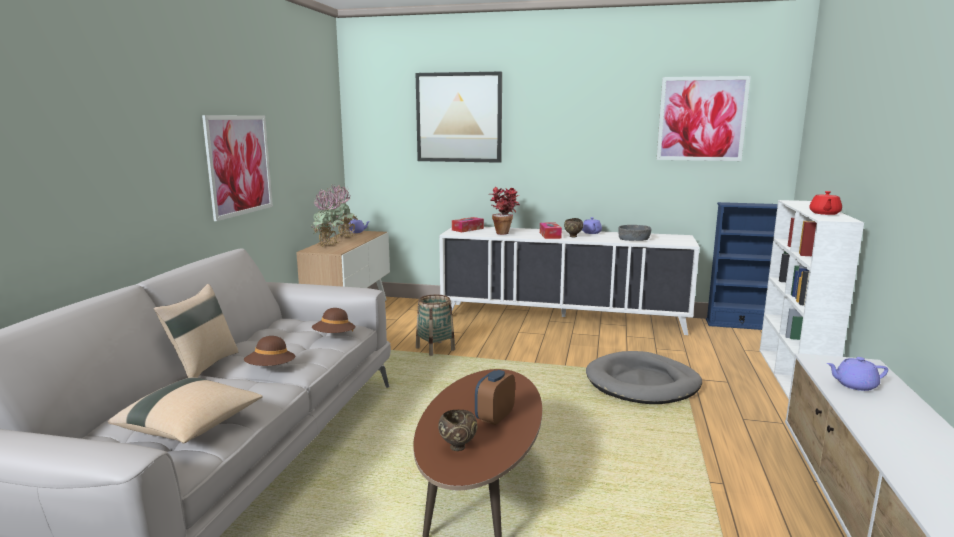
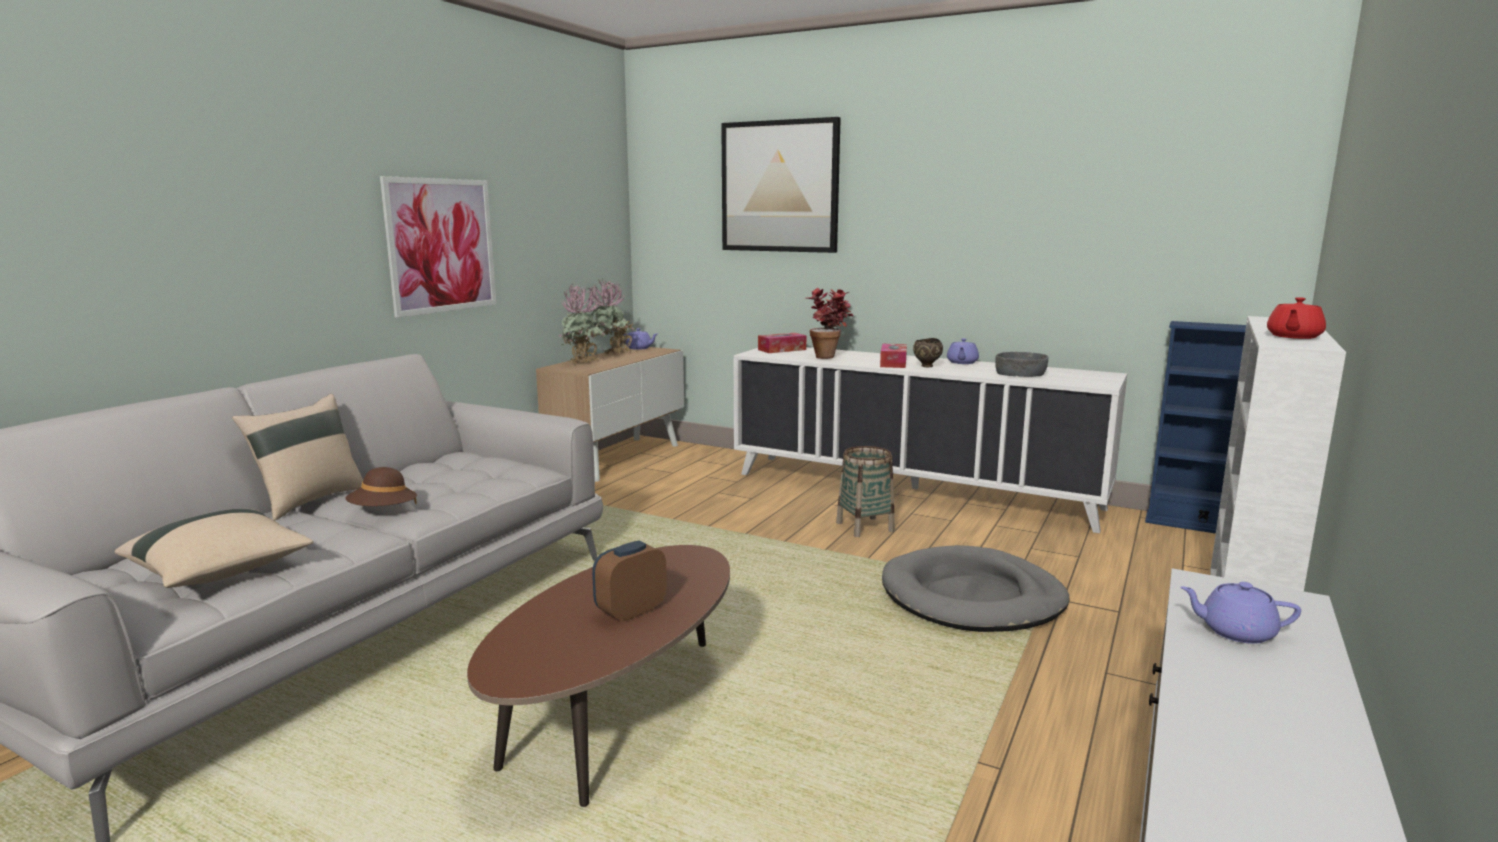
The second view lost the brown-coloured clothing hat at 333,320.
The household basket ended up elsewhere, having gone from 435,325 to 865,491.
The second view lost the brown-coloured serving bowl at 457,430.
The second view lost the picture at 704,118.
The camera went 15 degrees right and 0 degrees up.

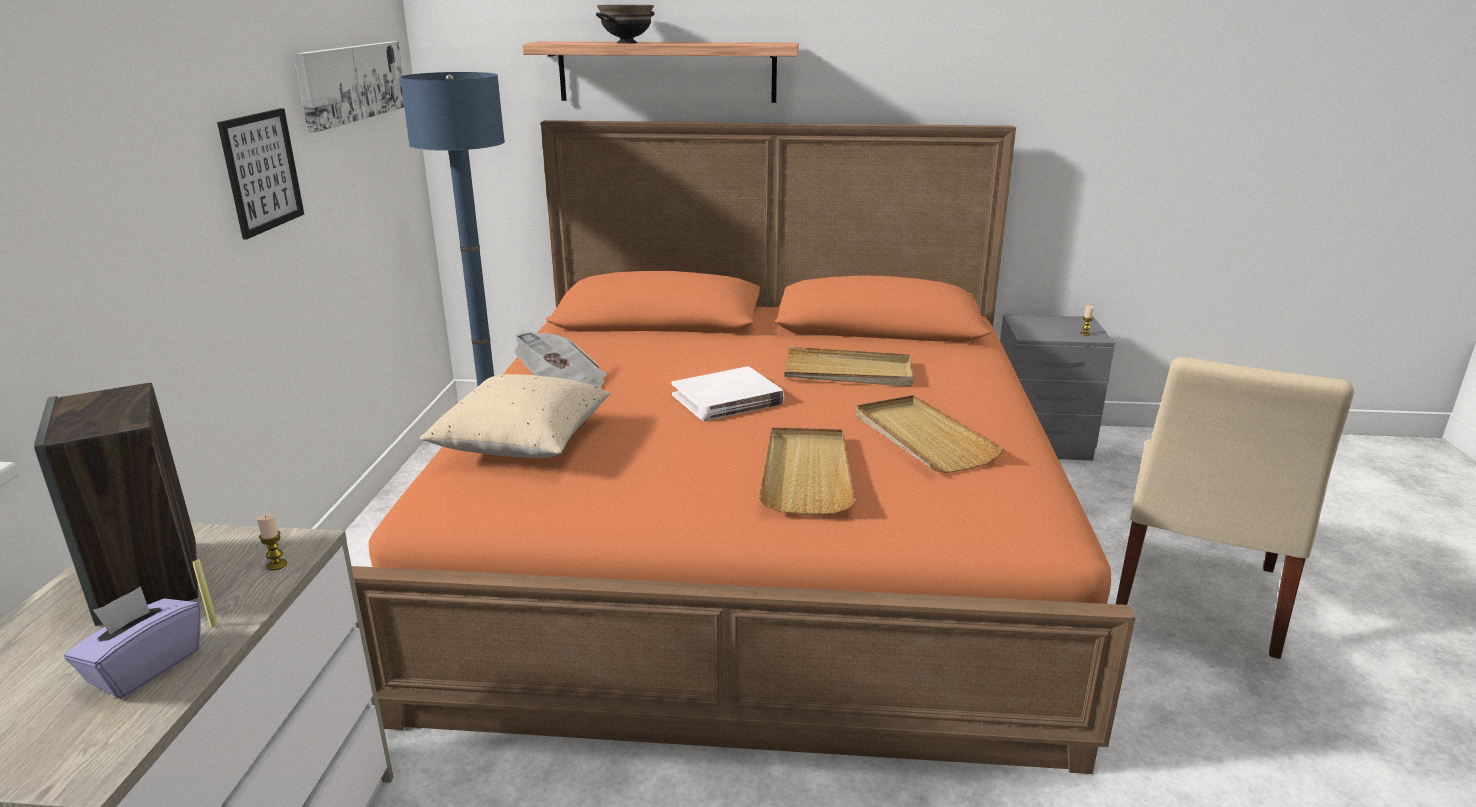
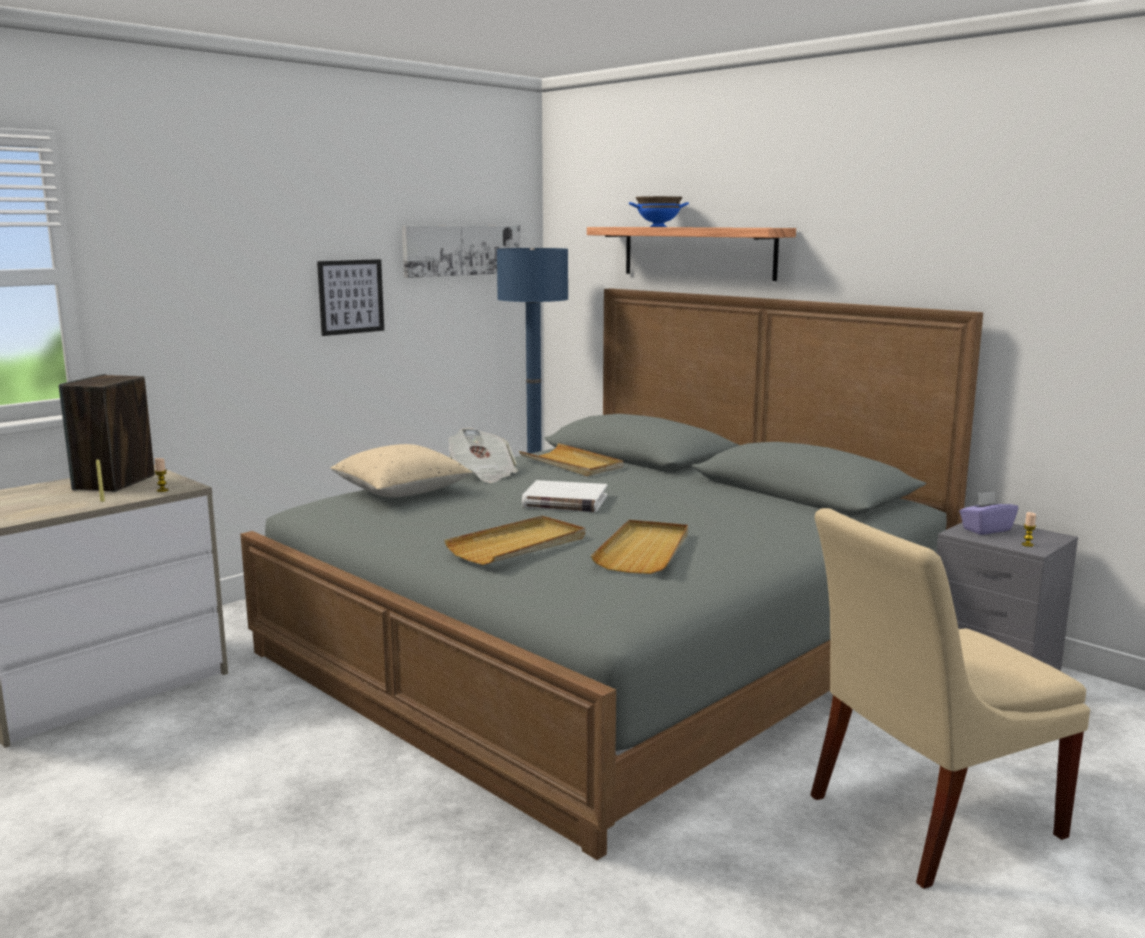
The purple box of tissues ended up elsewhere, having gone from 132,642 to 988,513.
What was the orange-coloured sleeping bed at 743,447 turned into the gray sleeping bed at 611,574.
What was the blackish serving bowl at 625,24 turned into the blue serving bowl at 659,211.
The beige serving tray ended up elsewhere, having gone from 849,367 to 571,459.
The camera went 40 degrees right and 10 degrees down.

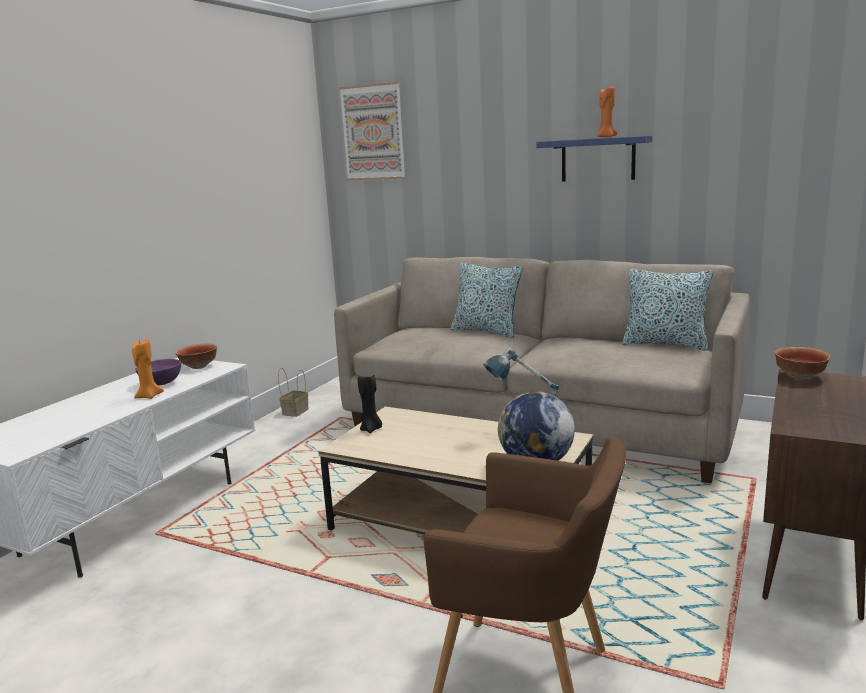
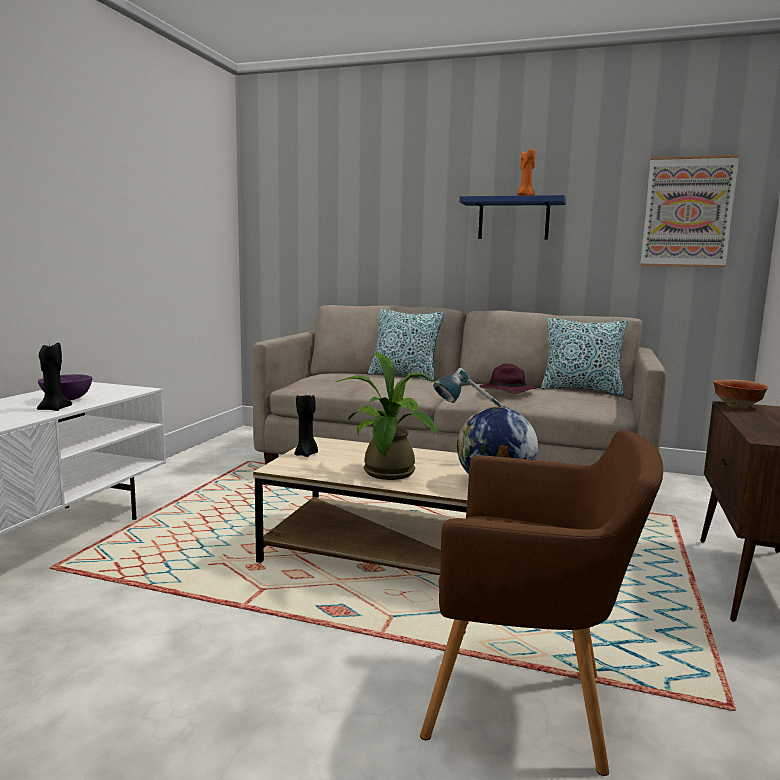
What was the orange-coloured wax light at 148,369 turned into the blackish wax light at 54,377.
The second view lost the serving bowl at 196,356.
The second view lost the household basket at 293,392.
The picture ended up elsewhere, having gone from 372,130 to 689,211.
The second view gained the potted plant at 388,416.
The second view gained the purple clothing hat at 508,378.
The camera went 10 degrees left and 5 degrees down.

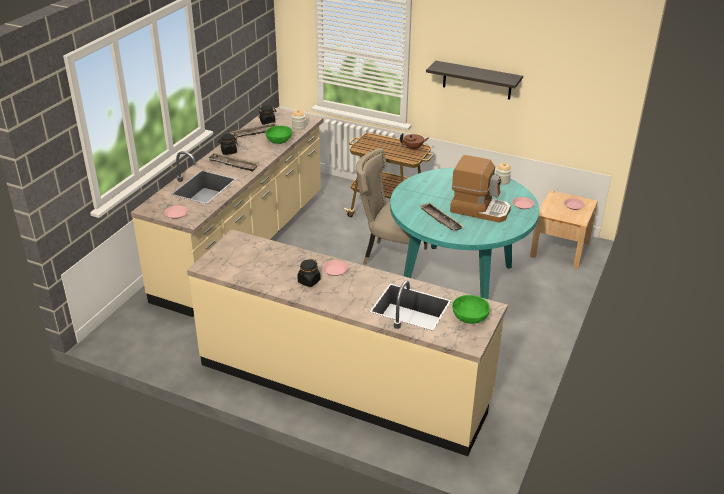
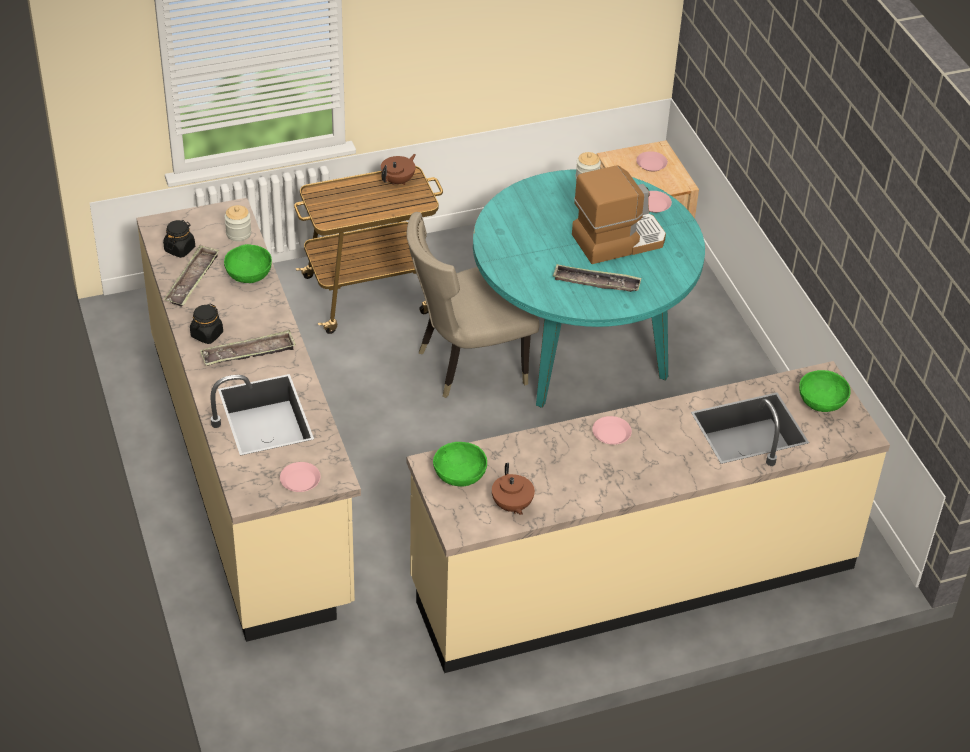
The second view lost the blackish jar at 308,273.
The second view lost the shelf at 474,80.
The second view gained the greenish serving bowl at 460,464.
The second view gained the brown-coloured pot for tea at 513,489.
The camera went 45 degrees left and 10 degrees up.

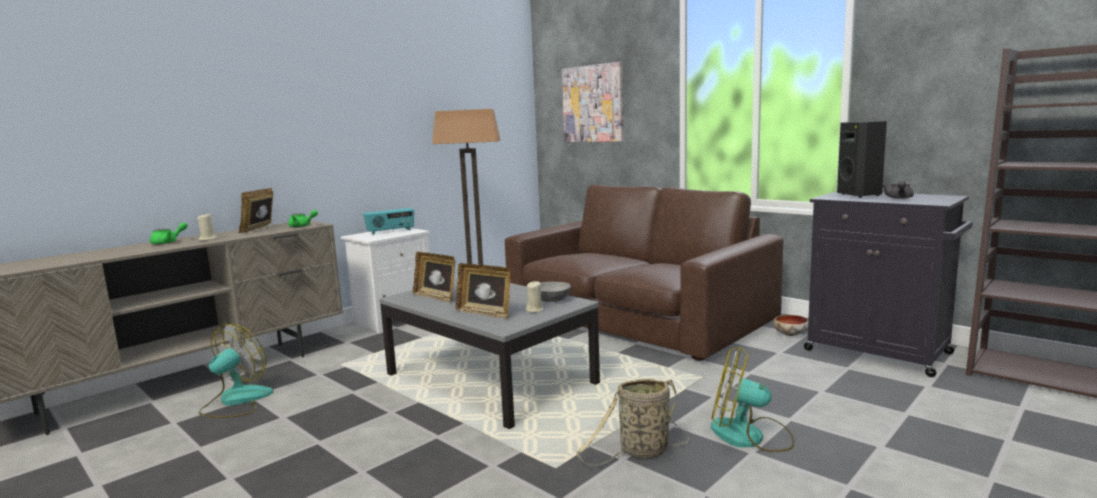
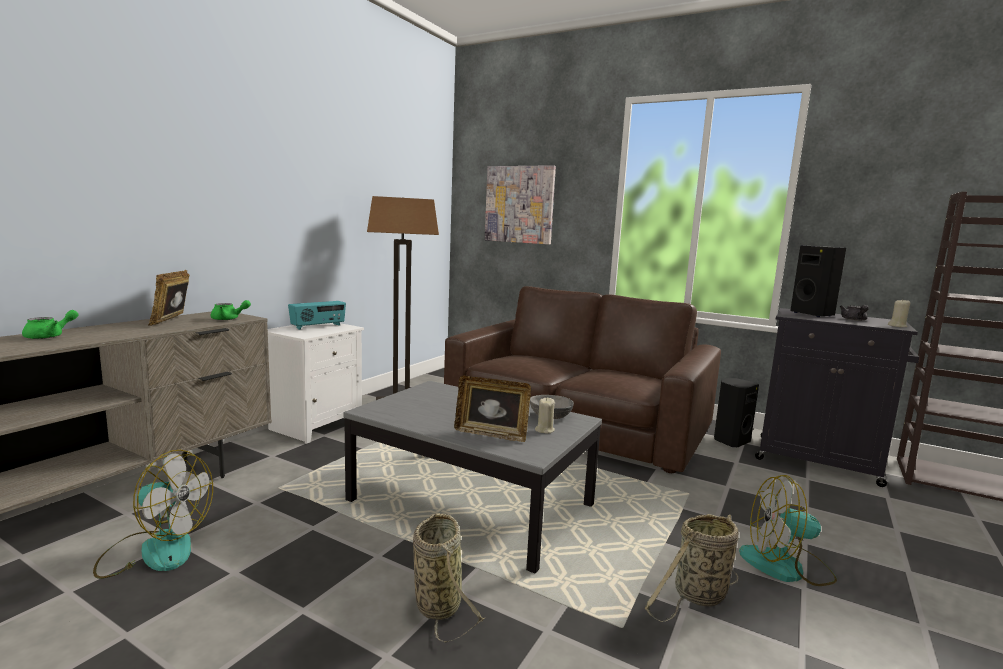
The beige wax light ended up elsewhere, having gone from 207,226 to 899,313.
The cooling fan at 236,371 ended up facing another way, 90 degrees clockwise from before.
The second view lost the photo frame at 434,277.
Where the serving bowl stood at 790,325, the blackish speaker came to stand at 736,412.
The second view gained the household basket at 448,578.
The camera went 15 degrees left and 0 degrees up.

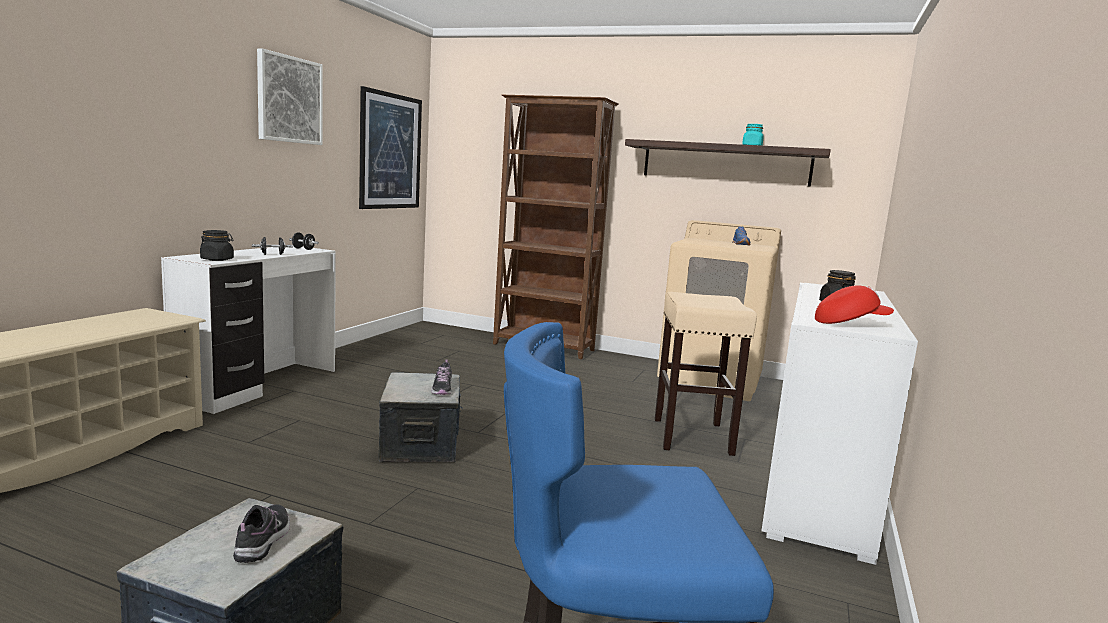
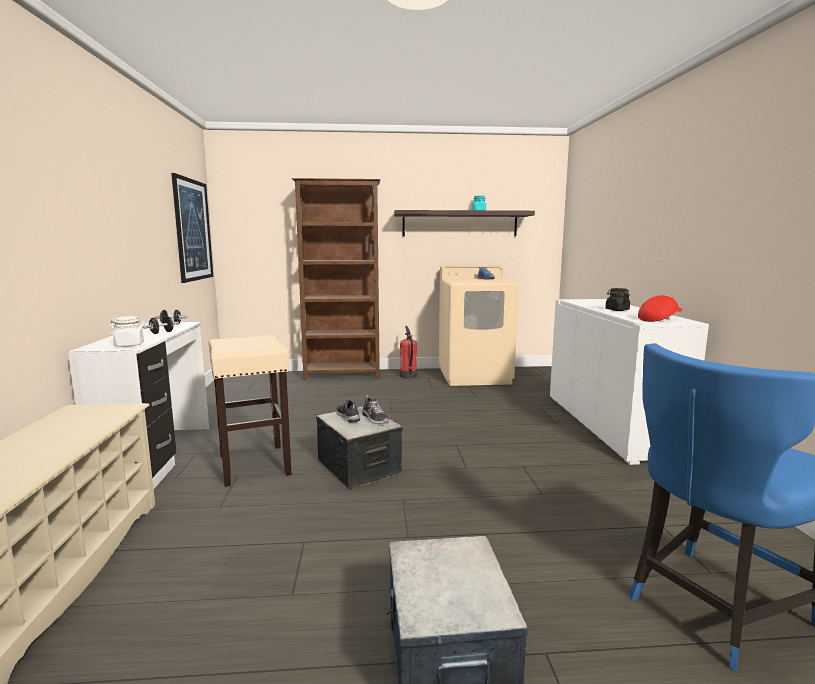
What was the blackish jar at 217,245 turned into the white-coloured jar at 127,331.
The low shoe ended up elsewhere, having gone from 261,533 to 348,411.
The second view lost the picture at 290,96.
The beige sitting stool ended up elsewhere, having gone from 706,374 to 250,411.
The second view gained the extinguisher at 408,352.
The camera went 25 degrees left and 0 degrees up.

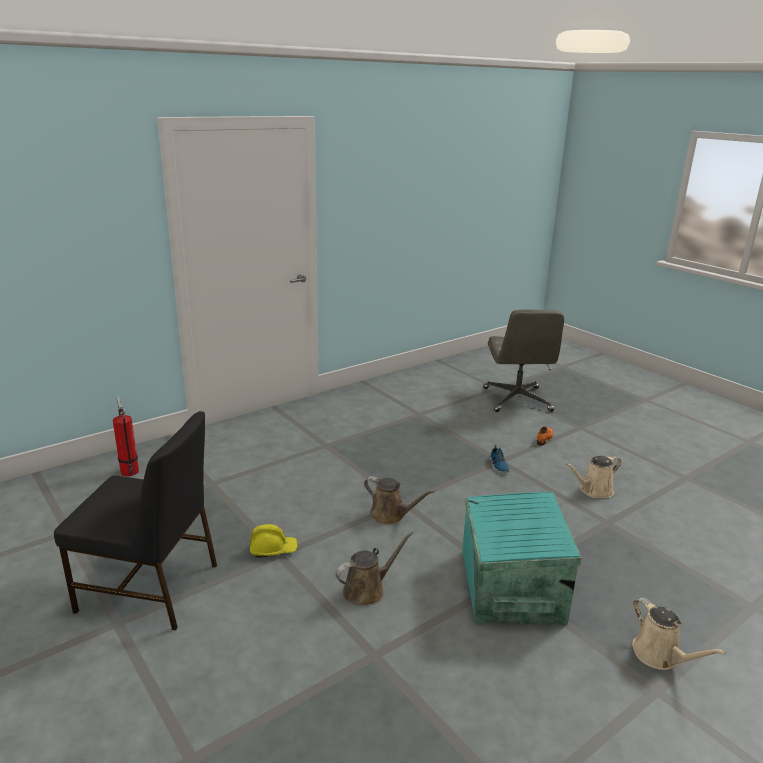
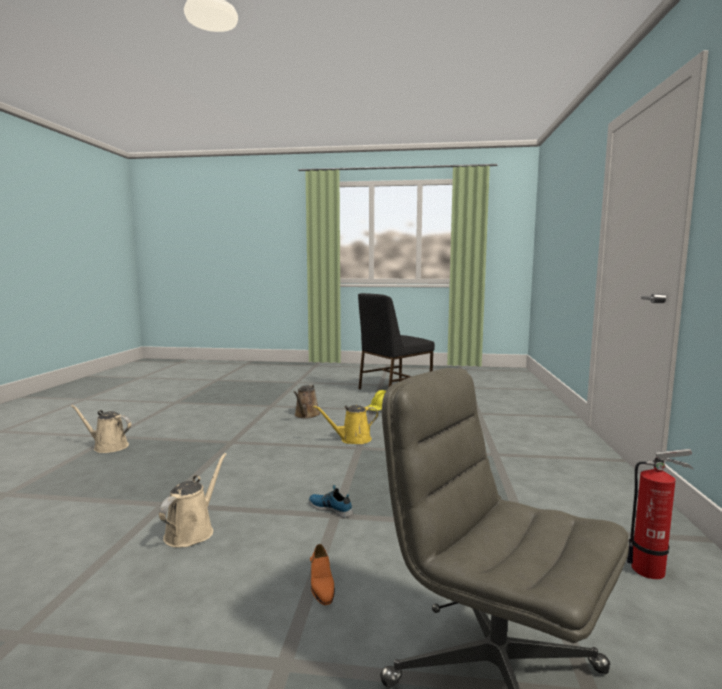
The extinguisher ended up elsewhere, having gone from 126,436 to 660,514.
What was the brown-coloured watering can at 399,500 turned into the yellowish watering can at 346,424.
The second view lost the blue-green storage bin at 522,558.
The camera went 135 degrees right and 15 degrees down.

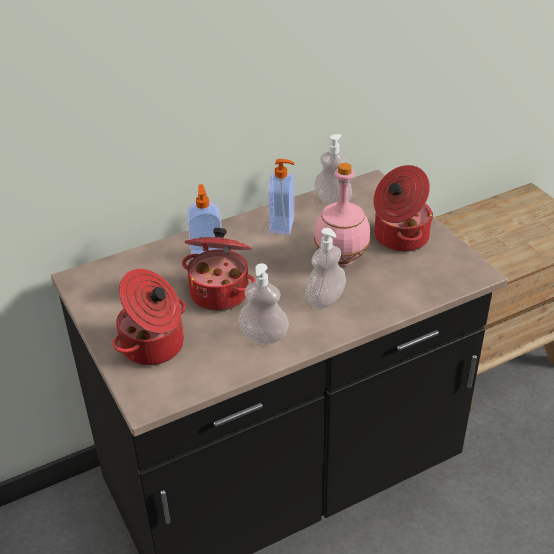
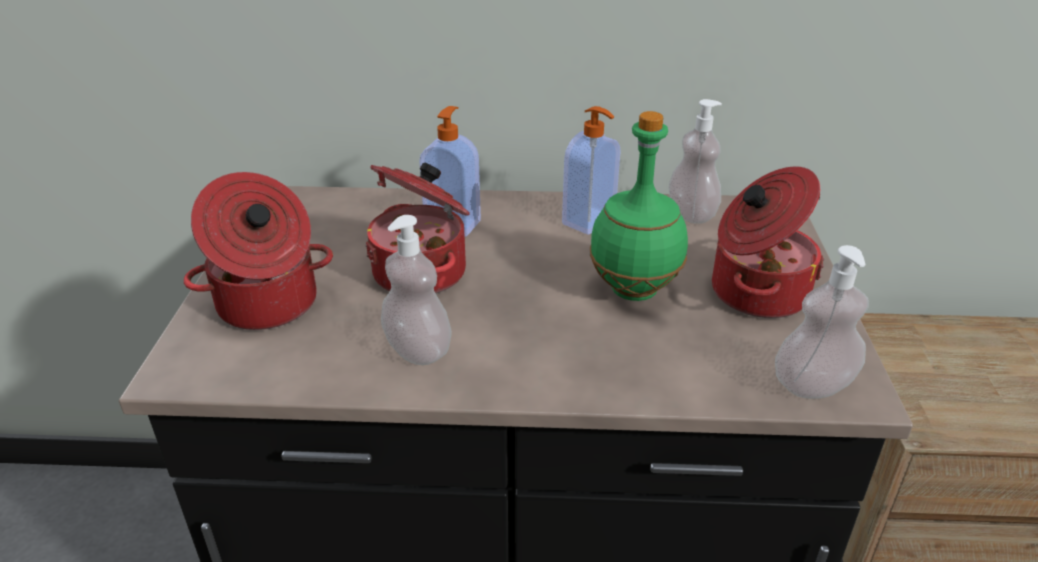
The soap bottle ended up elsewhere, having gone from 325,268 to 822,322.
What was the pink bottle at 342,214 turned into the greenish bottle at 639,206.
The camera went 30 degrees right and 5 degrees down.

